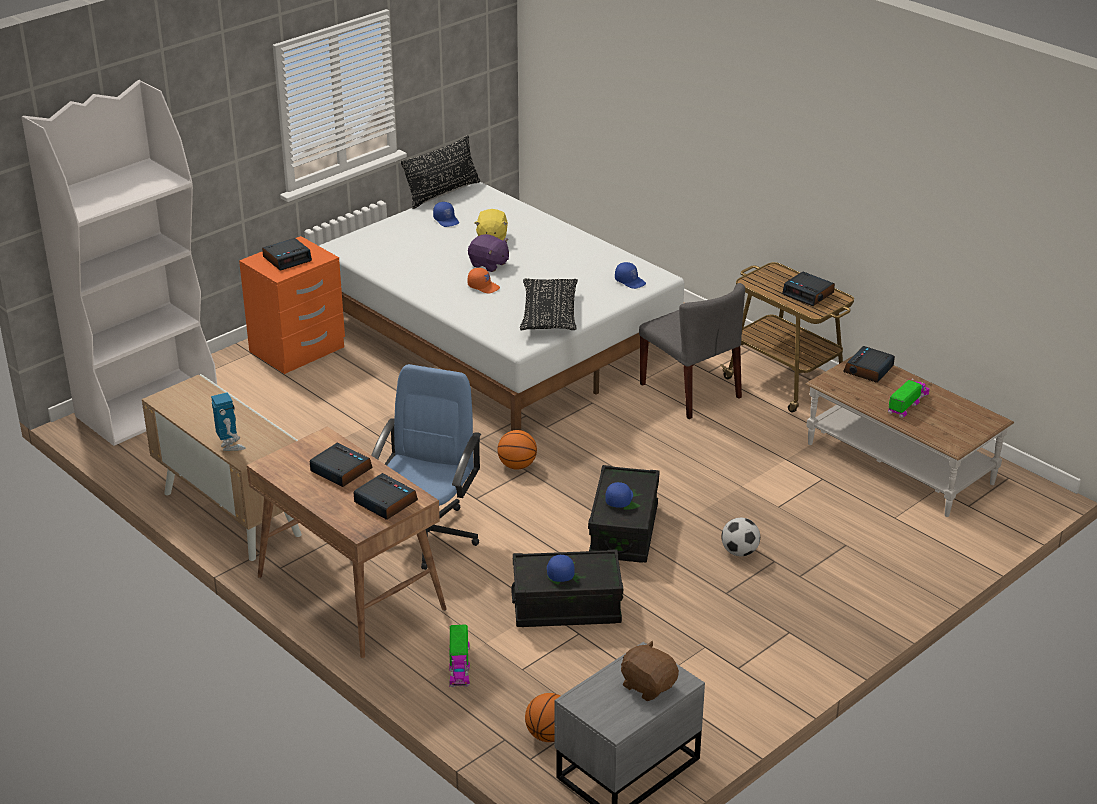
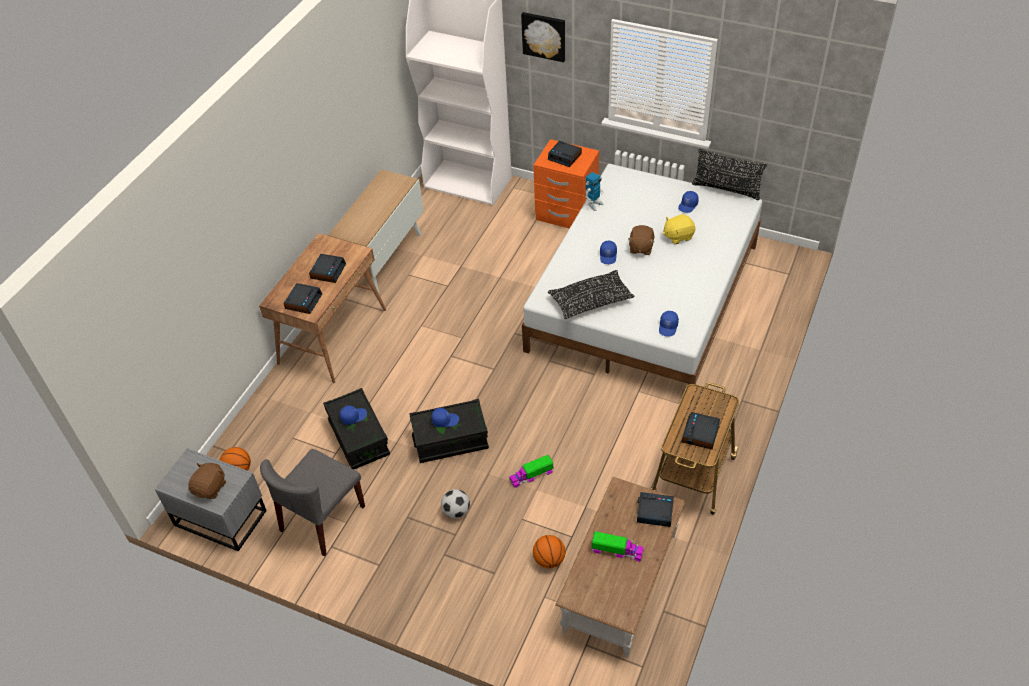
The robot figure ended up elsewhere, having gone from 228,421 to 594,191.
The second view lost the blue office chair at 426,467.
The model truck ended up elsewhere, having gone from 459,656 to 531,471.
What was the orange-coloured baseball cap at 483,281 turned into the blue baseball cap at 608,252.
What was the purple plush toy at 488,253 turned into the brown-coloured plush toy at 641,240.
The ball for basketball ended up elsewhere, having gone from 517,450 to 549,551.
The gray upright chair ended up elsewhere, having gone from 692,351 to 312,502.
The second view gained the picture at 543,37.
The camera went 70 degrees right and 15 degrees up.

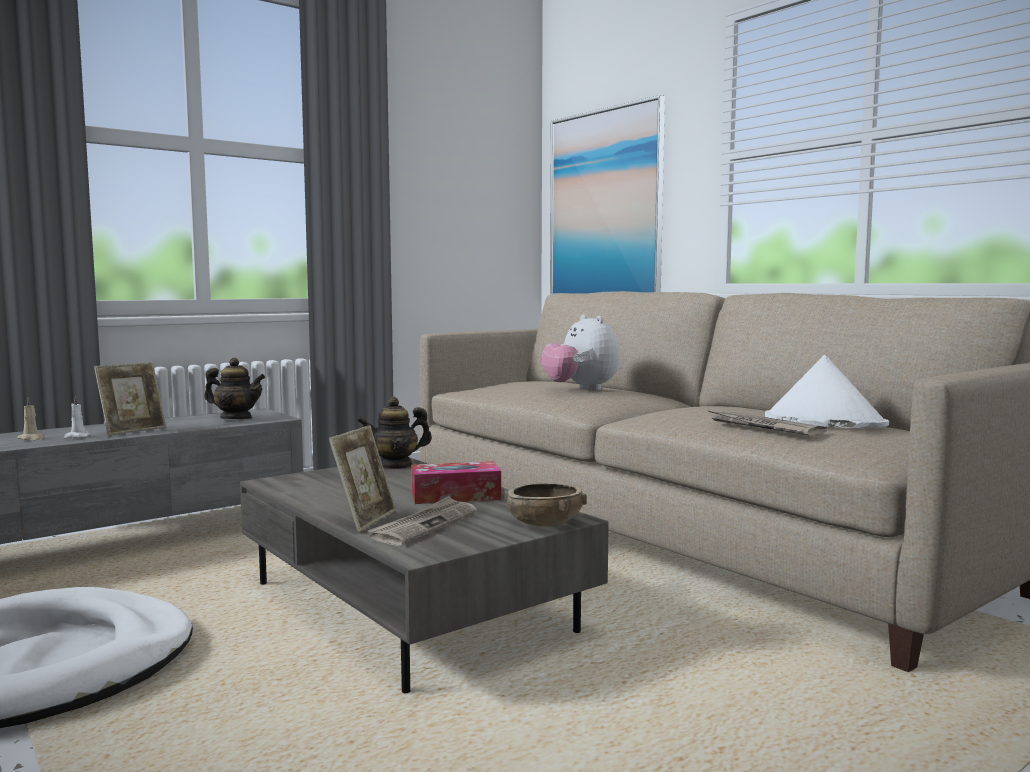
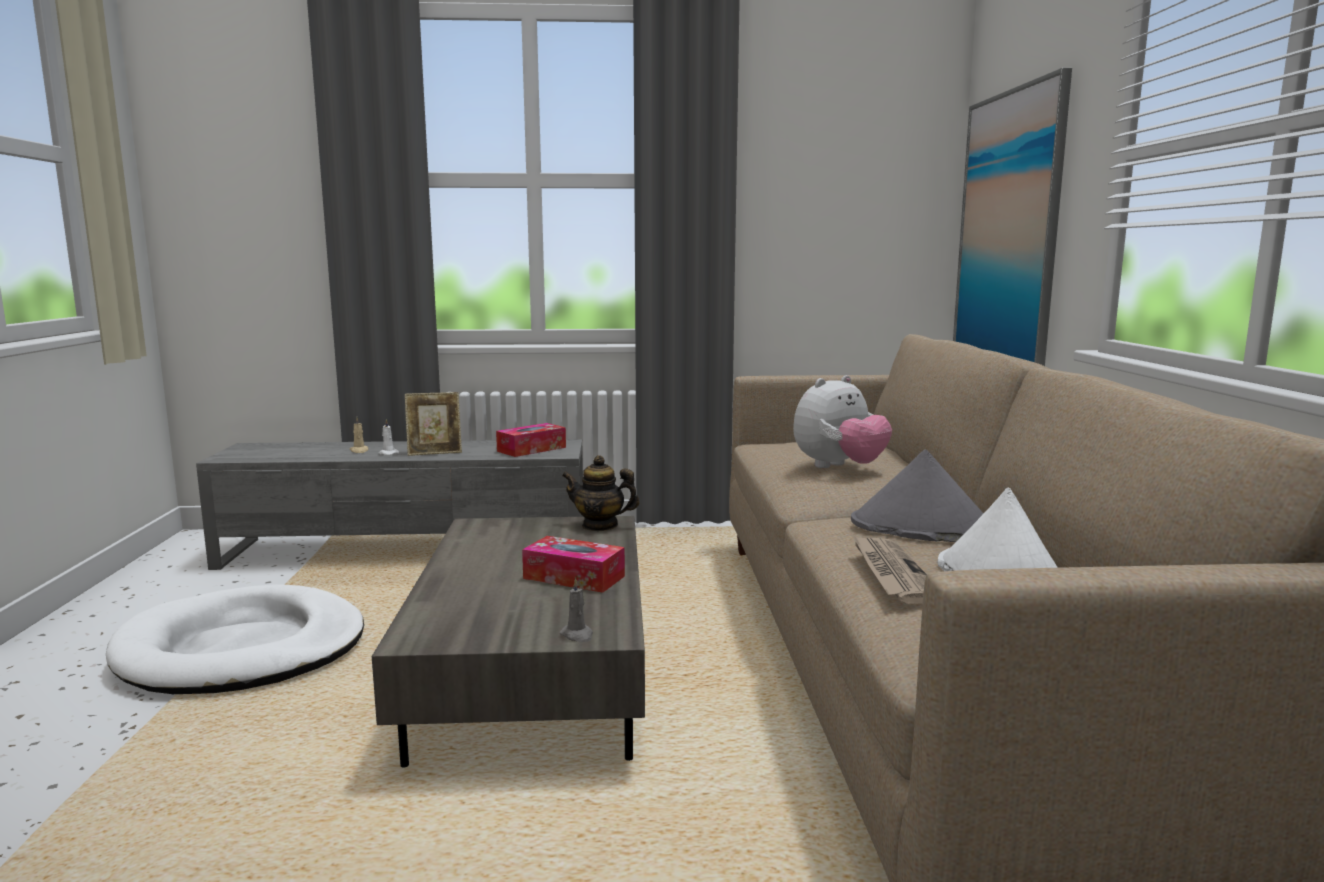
Where the pot for tea stood at 234,388, the box of tissues came to stand at 531,440.
The second view lost the photo frame at 362,478.
The second view lost the newspaper at 422,521.
Where the brown-coloured serving bowl stood at 546,505, the gray wax light came to stand at 576,610.
The plush toy at 580,353 ended up facing another way, 135 degrees counterclockwise from before.
The second view gained the gray clothing hat at 917,495.
The camera went 35 degrees right and 5 degrees up.

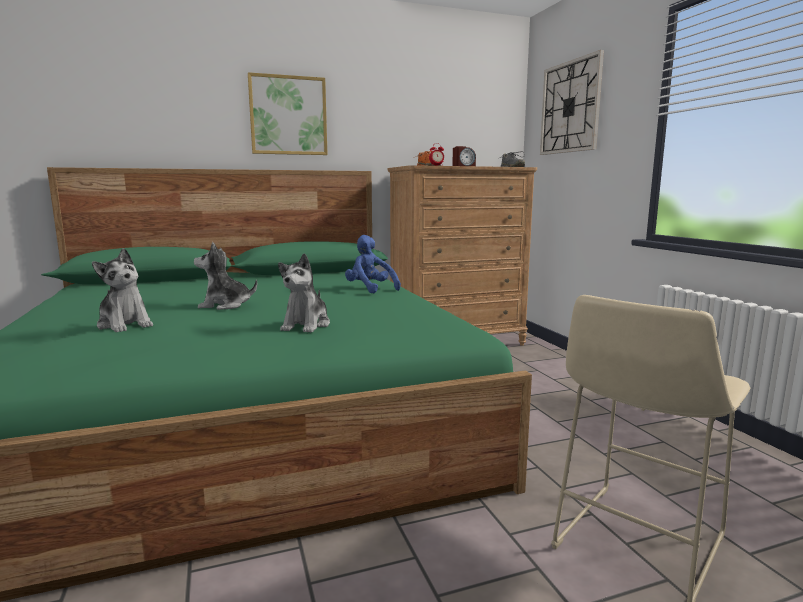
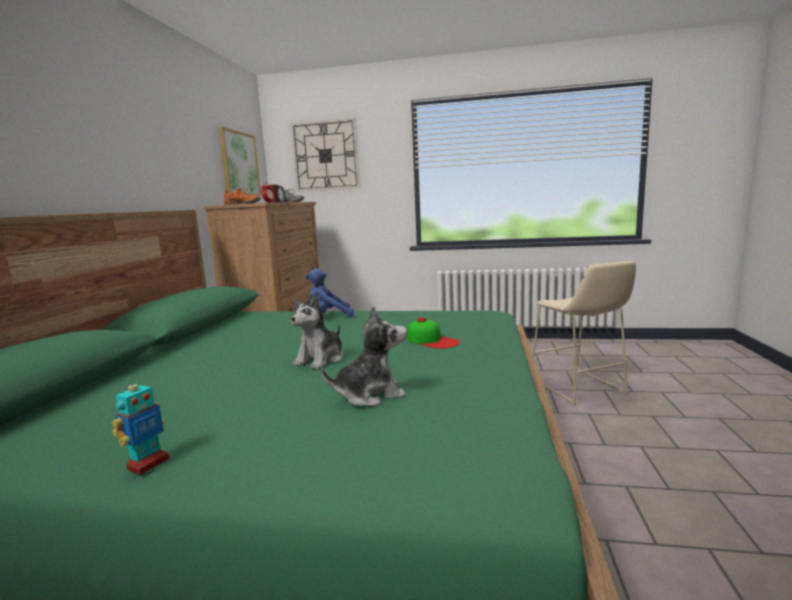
The picture ended up elsewhere, having gone from 288,113 to 239,161.
Where the plush toy stood at 304,293, the baseball cap came to stand at 433,333.
The second view gained the robot figure at 140,425.
The camera went 60 degrees left and 0 degrees up.

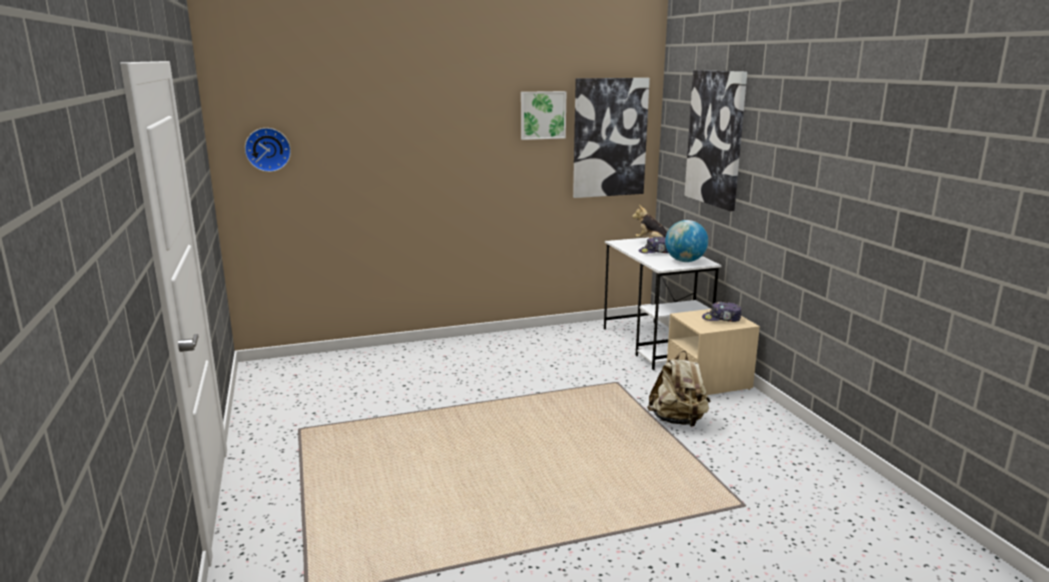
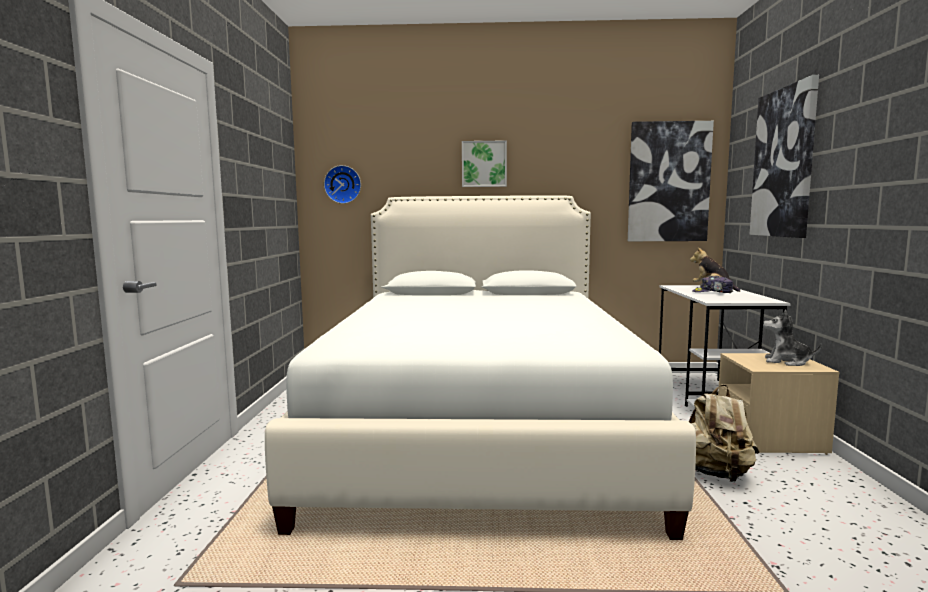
The picture ended up elsewhere, having gone from 543,115 to 484,163.
The second view lost the world globe at 686,241.
Where the baseball cap stood at 722,311, the plush toy came to stand at 792,337.
The second view gained the white-coloured sleeping bed at 480,367.
The camera went 20 degrees right and 10 degrees down.

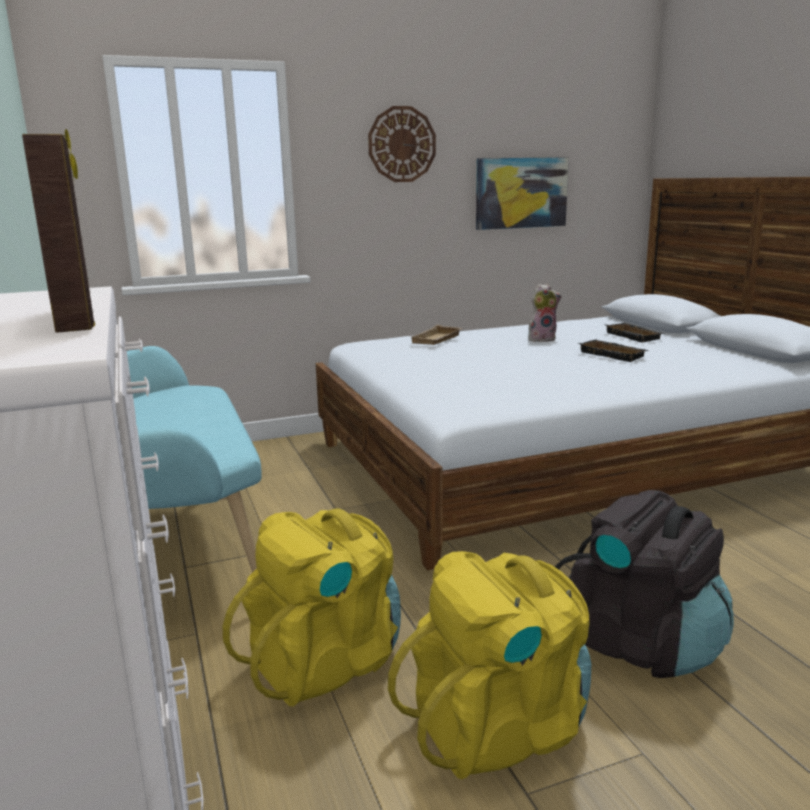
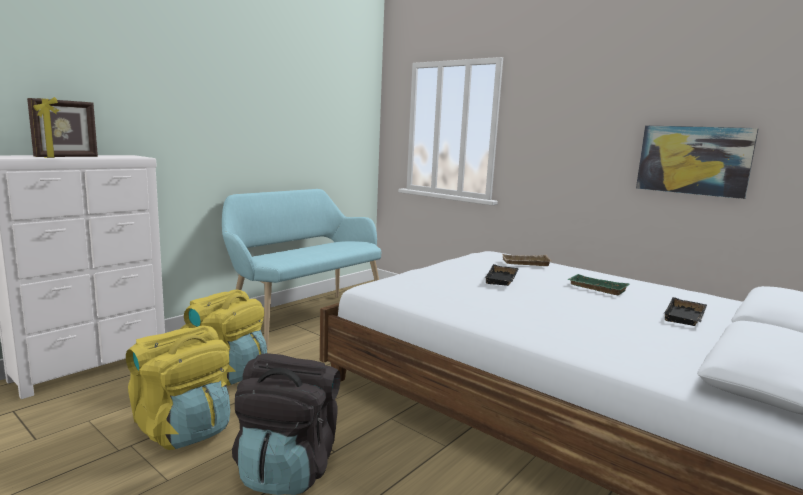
The second view lost the wall clock at 402,144.
Where the plush toy stood at 545,313, the greenish serving tray came to stand at 598,284.
The blackish serving tray ended up elsewhere, having gone from 614,350 to 501,275.
The camera went 60 degrees right and 5 degrees down.

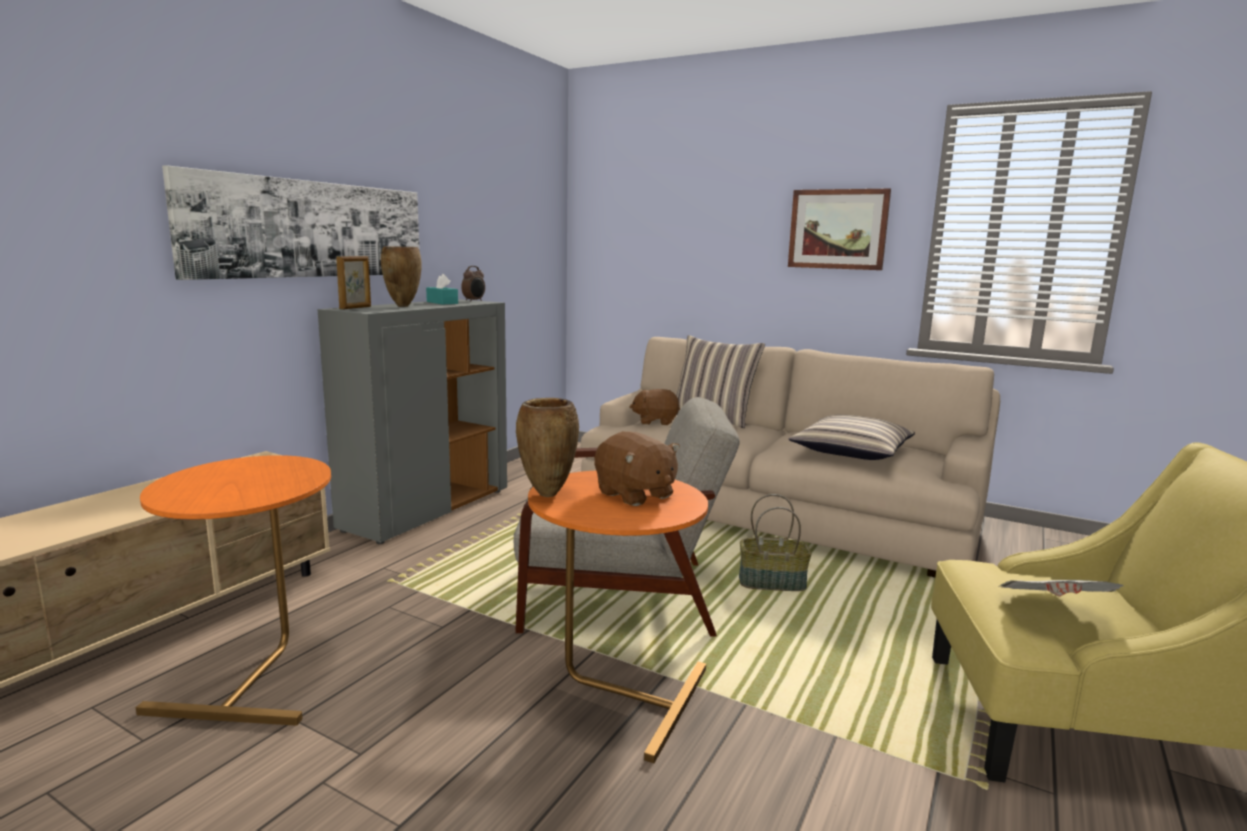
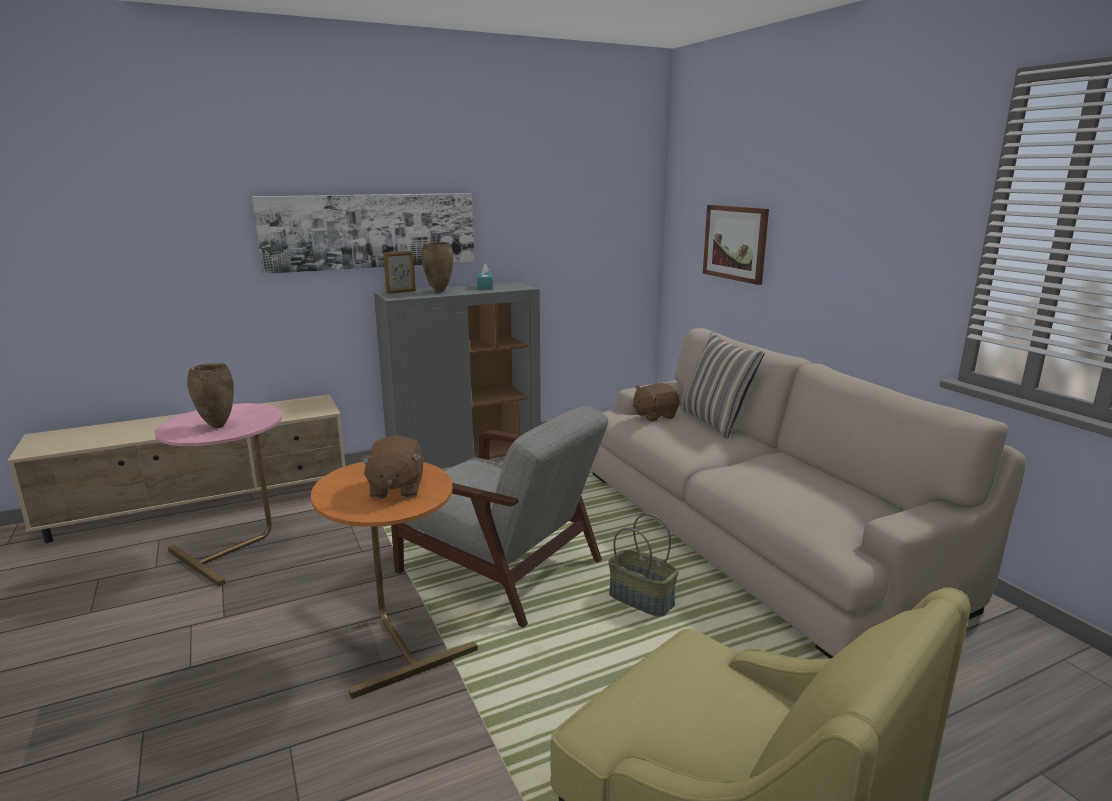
What was the orange-coloured accent table at 233,590 turned into the pink accent table at 218,495.
The second view lost the alarm clock at 473,283.
The brown-coloured decorative vase ended up elsewhere, having gone from 547,447 to 210,395.
The brown-coloured plush toy at 654,407 ended up facing another way, 60 degrees counterclockwise from before.
The picture ended up elsewhere, having gone from 839,229 to 736,245.
The second view lost the pillow at 852,437.
The second view lost the newspaper at 1061,588.
The camera went 35 degrees right and 5 degrees up.

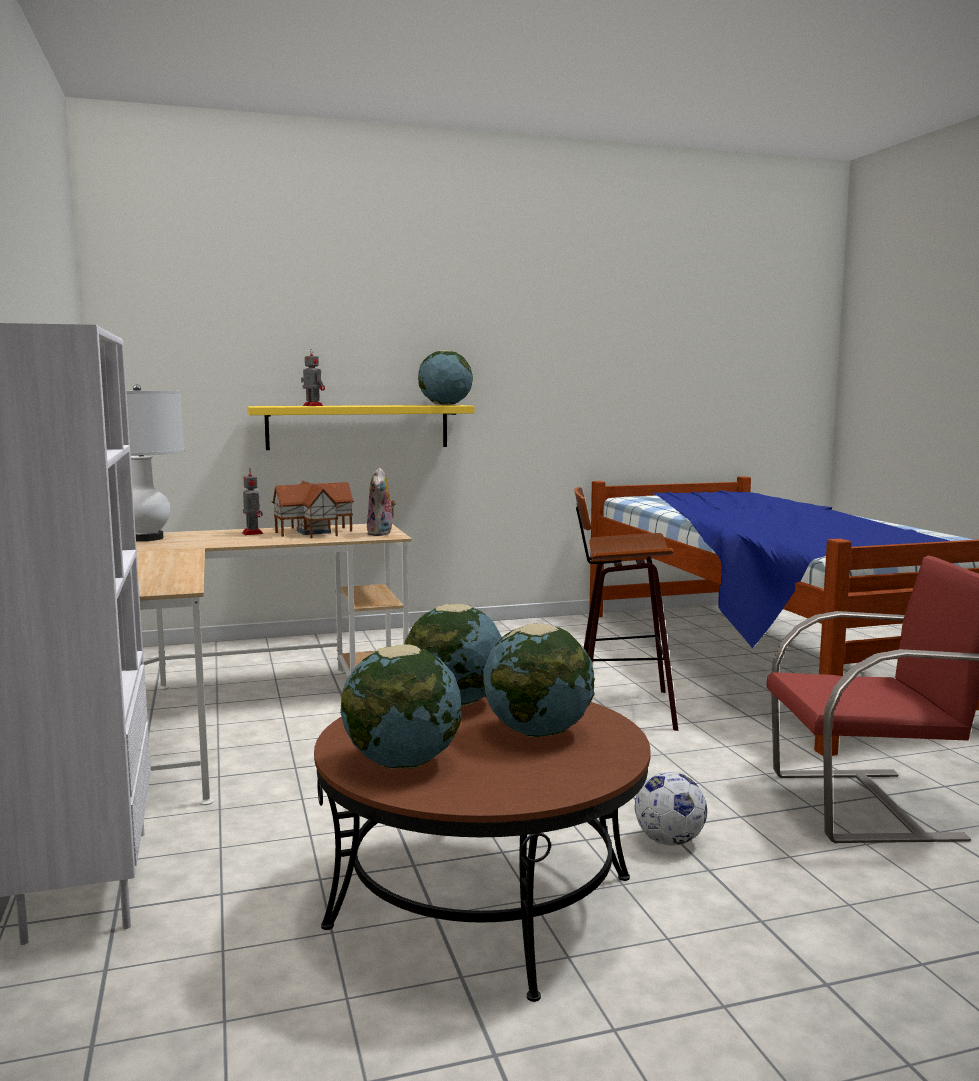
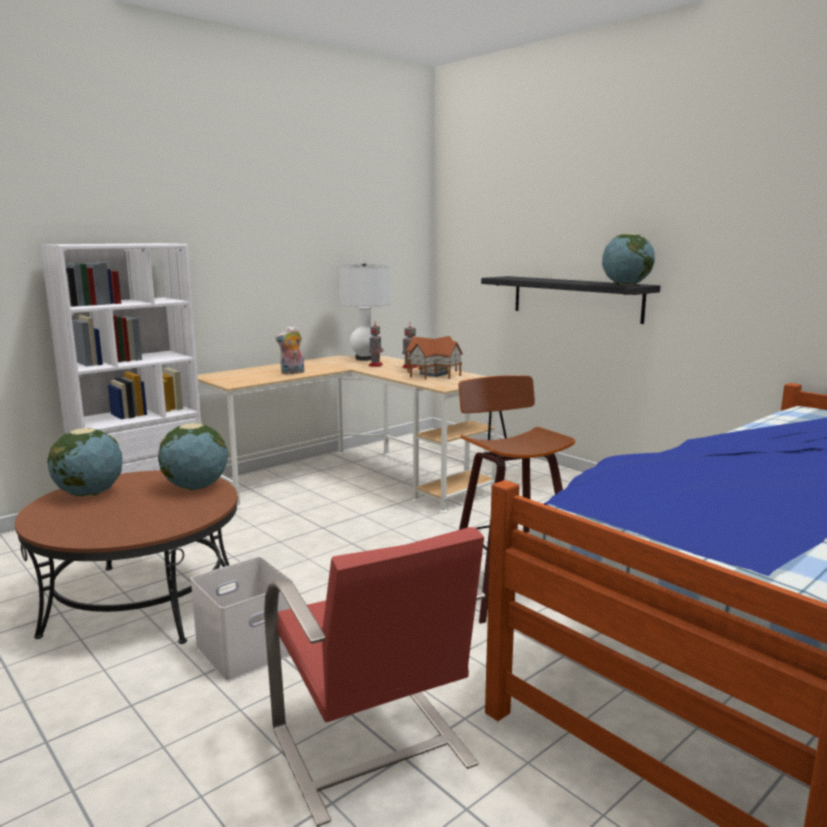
What was the yellowish shelf at 360,427 turned into the blackish shelf at 571,300.
The robot figure ended up elsewhere, having gone from 313,378 to 375,344.
The plush toy ended up elsewhere, having gone from 381,502 to 290,350.
The second view lost the world globe at 539,680.
Where the football stood at 671,809, the white-coloured storage bin came to stand at 242,619.
The camera went 65 degrees right and 5 degrees up.

